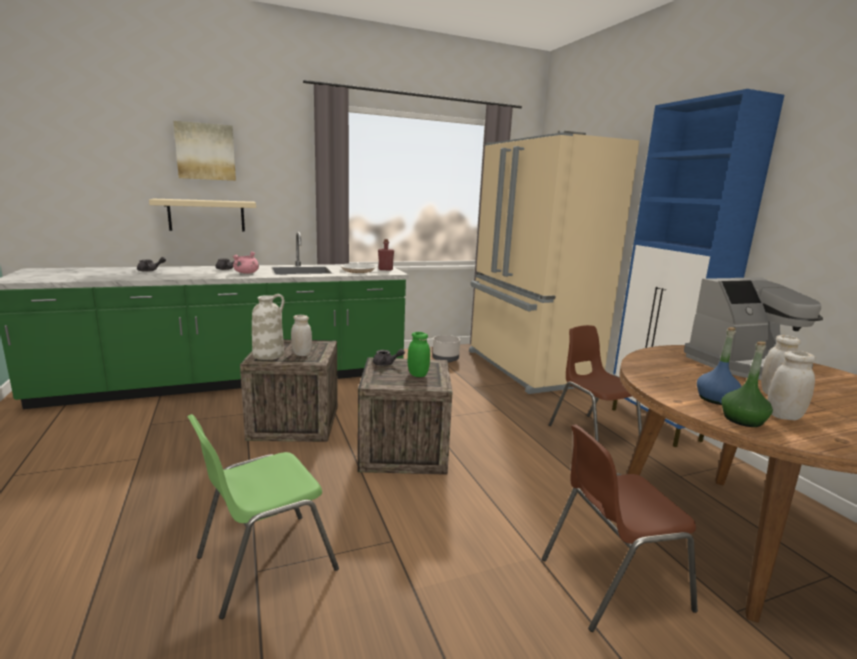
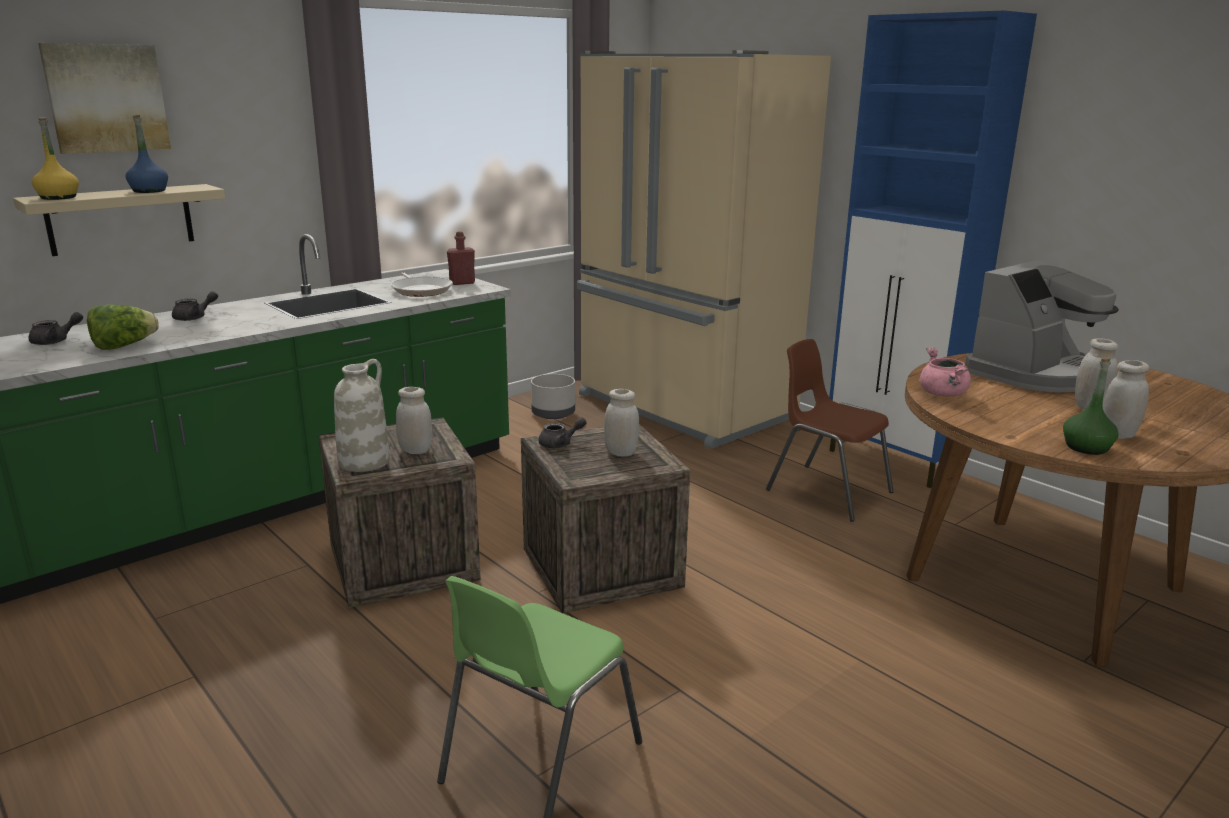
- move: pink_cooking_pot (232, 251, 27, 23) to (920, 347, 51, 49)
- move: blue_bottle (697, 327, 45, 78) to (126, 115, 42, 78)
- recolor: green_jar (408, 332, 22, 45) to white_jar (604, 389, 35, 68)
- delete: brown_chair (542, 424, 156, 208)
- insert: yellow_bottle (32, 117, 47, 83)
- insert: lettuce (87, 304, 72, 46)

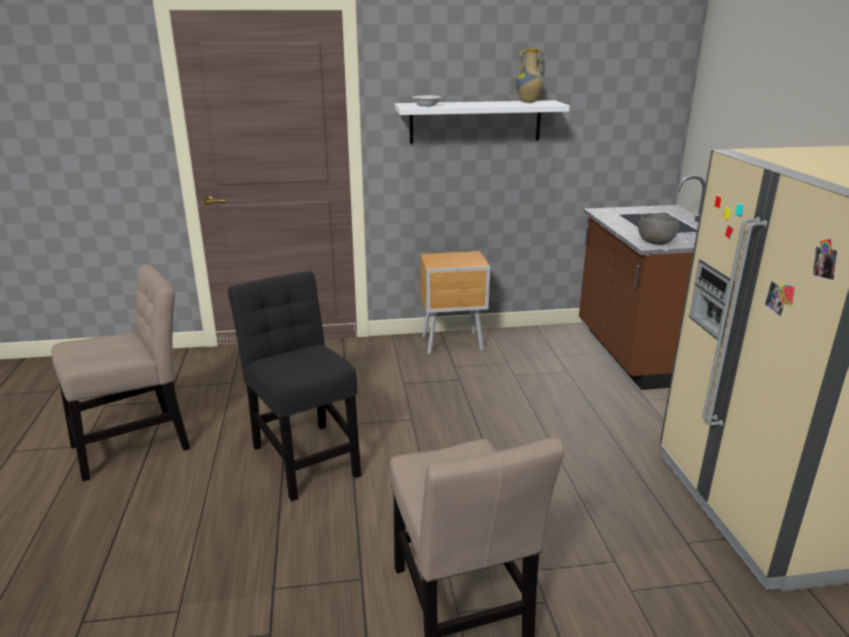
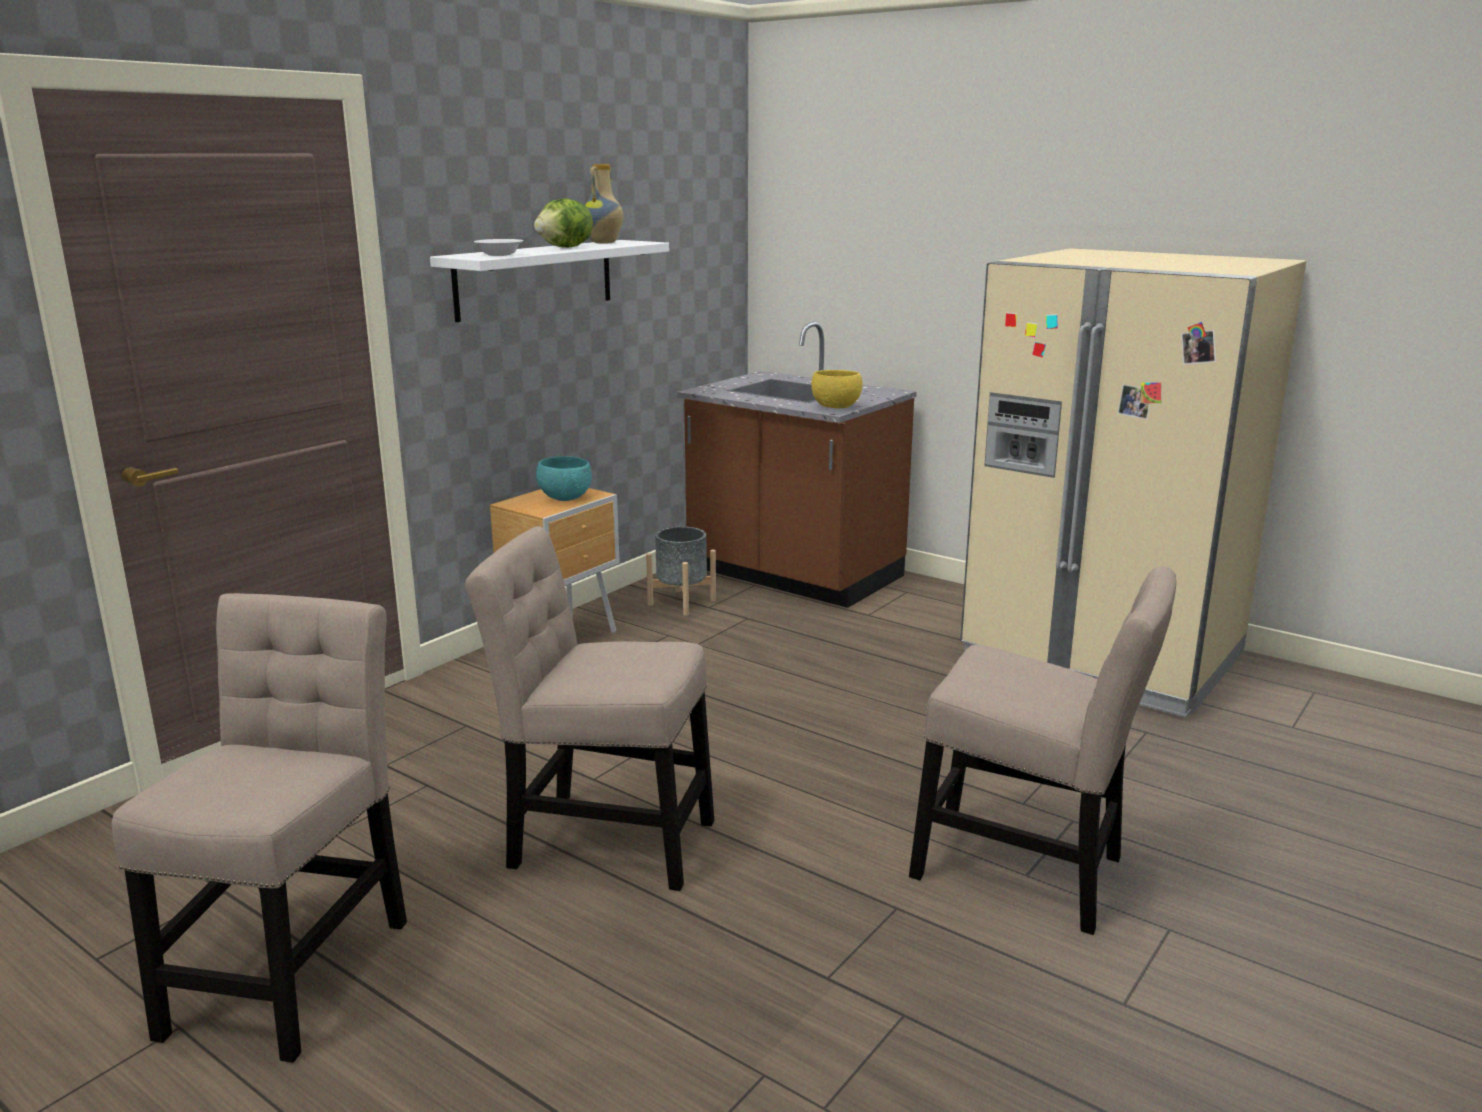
- recolor: grey_bowl (638, 213, 41, 32) to yellow_bowl (811, 370, 52, 38)
- recolor: black_chair (228, 271, 133, 230) to beige_chair (465, 526, 249, 365)
- insert: lettuce (534, 198, 59, 50)
- insert: turquoise_bowl (536, 456, 56, 45)
- insert: grey_planter (646, 527, 70, 89)

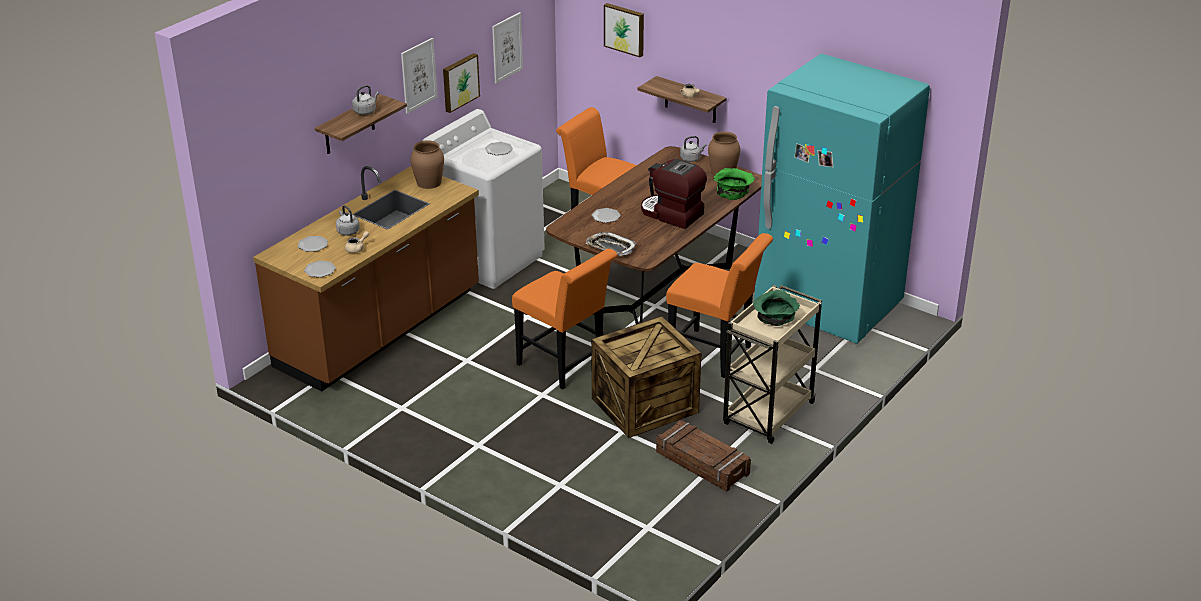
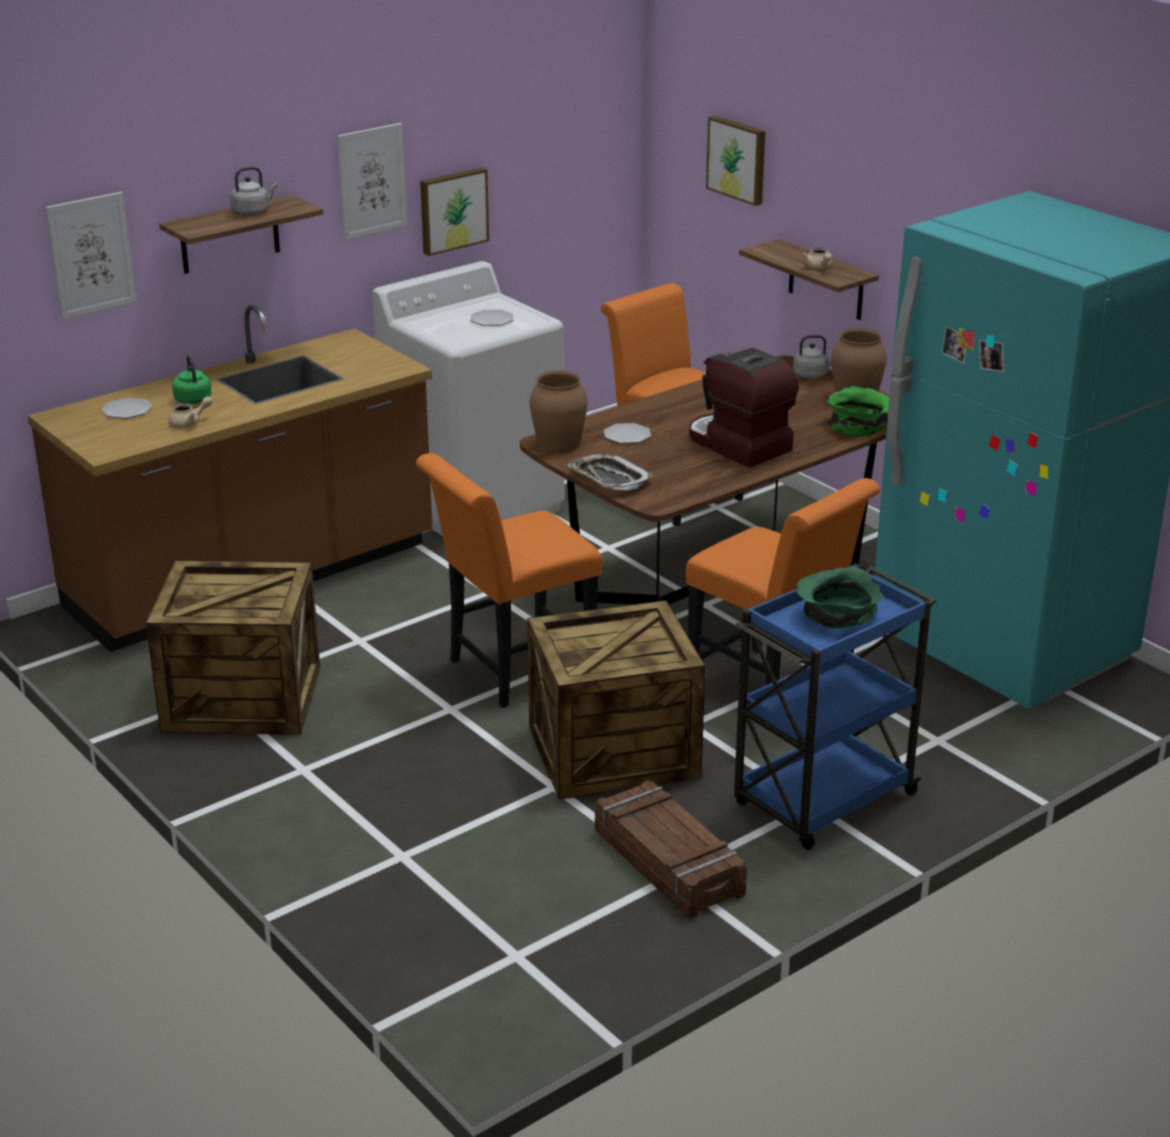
- move: picture (492, 12, 31, 72) to (45, 192, 91, 128)
- move: brown_vase (411, 140, 33, 49) to (530, 371, 58, 82)
- recolor: grey_kettle (336, 205, 24, 31) to green_kettle (172, 354, 40, 50)
- rotate: orange_chair (512, 249, 105, 140) = (416, 453, 187, 255) 90 degrees clockwise
- delete: plate (304, 261, 32, 17)
- recolor: beige_cart (723, 285, 99, 159) to blue_cart (734, 563, 202, 287)
- insert: crate (146, 560, 174, 175)

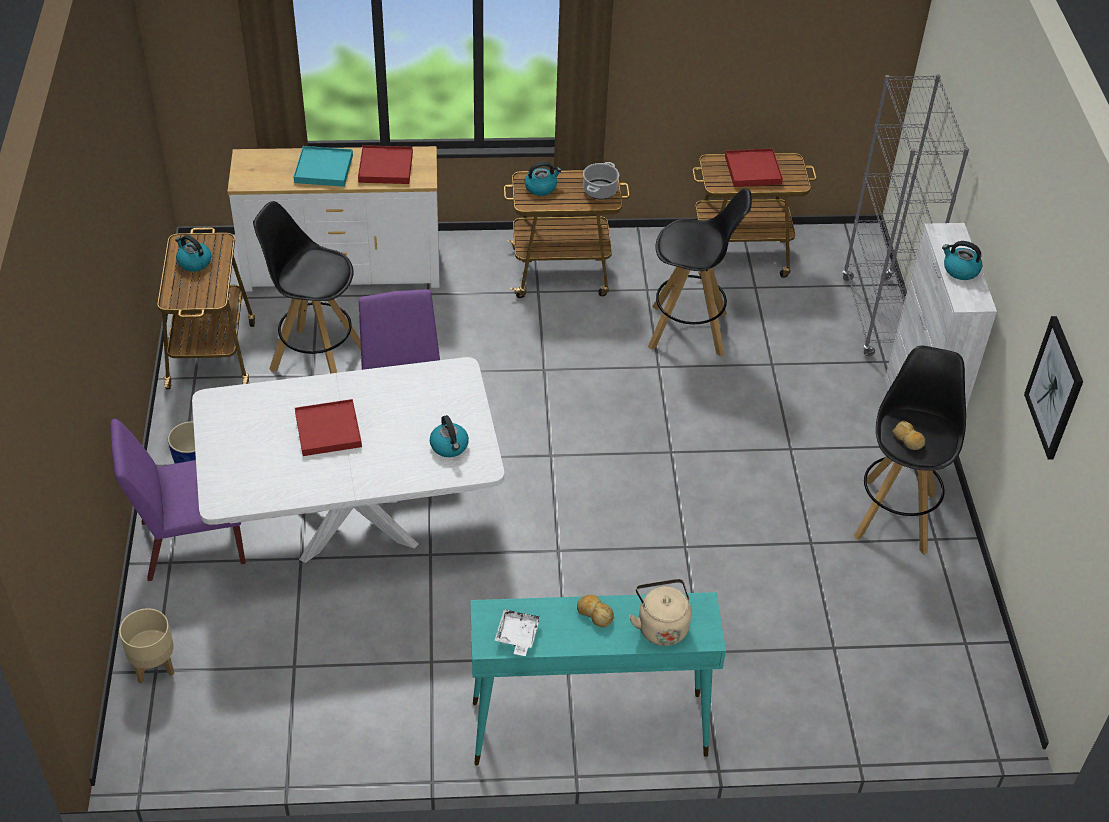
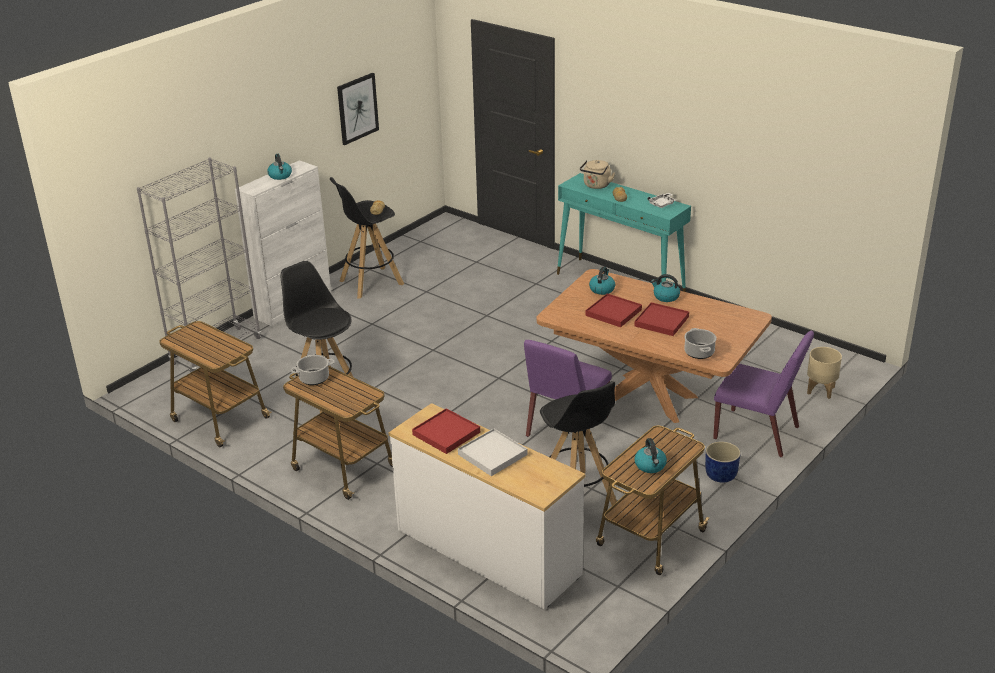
- recolor: turquoise_tray (294, 146, 59, 41) to white_tray (458, 428, 70, 48)
- move: red_tray (725, 148, 58, 39) to (585, 293, 57, 34)
- move: kettle (524, 162, 37, 34) to (651, 274, 29, 28)
- recolor: white_dining_table (192, 357, 312, 206) to brown_dining_table (537, 269, 235, 154)
- insert: cooking_pot (684, 328, 33, 31)

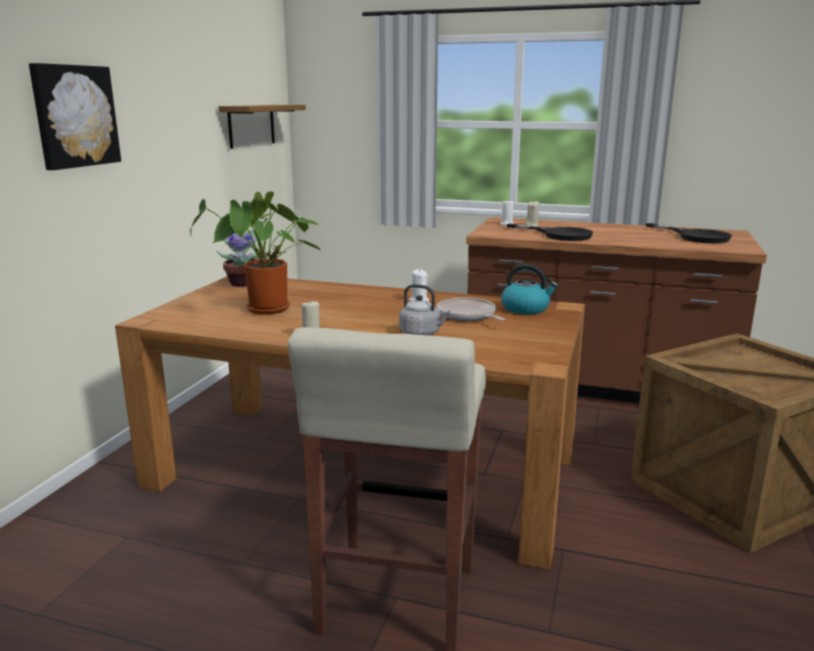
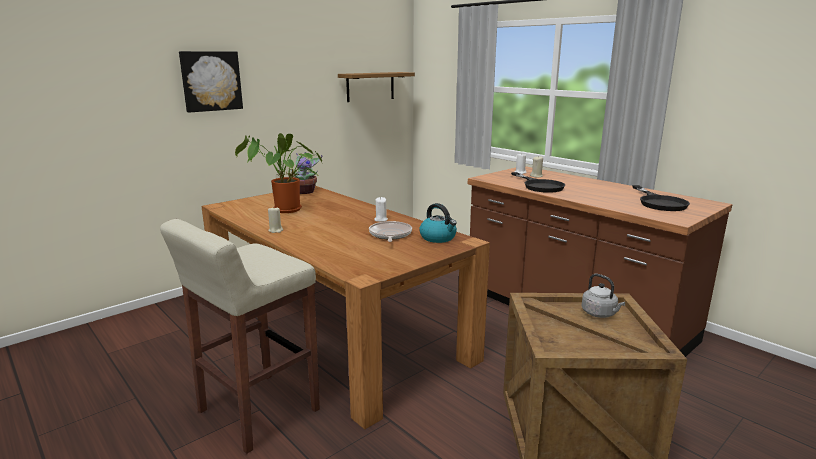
- move: grey_kettle (399, 284, 51, 51) to (581, 274, 44, 44)

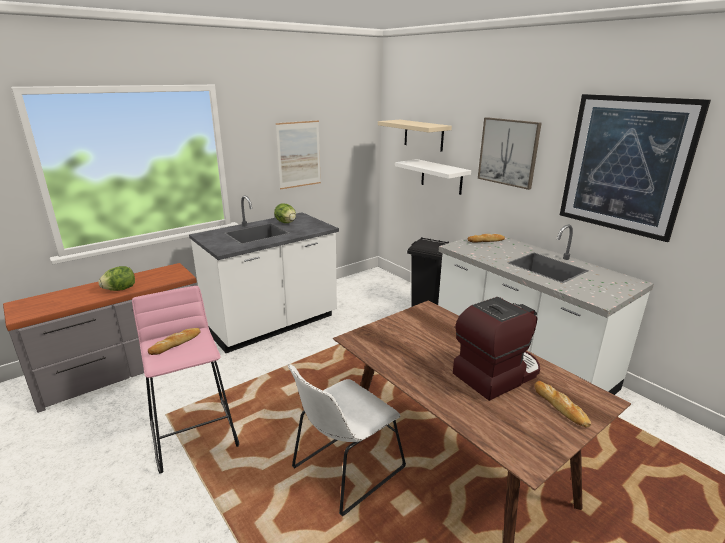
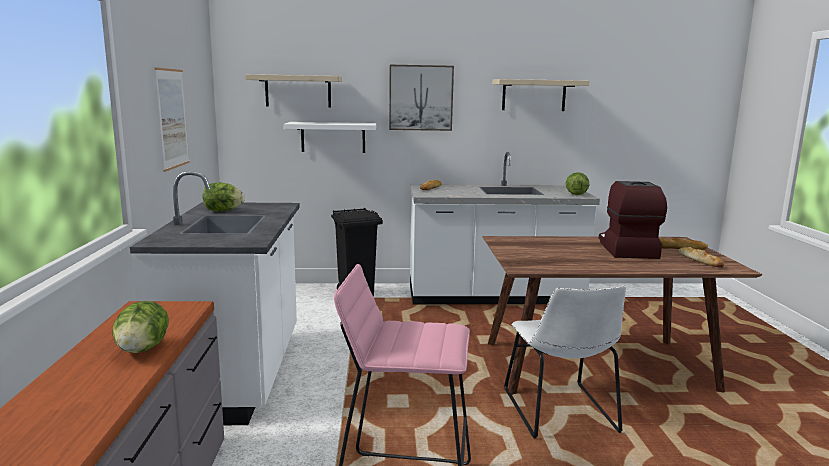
- replace: picture (560, 94, 151, 148) to beige_shelf (492, 79, 97, 32)
- move: bread (148, 328, 52, 27) to (678, 247, 46, 20)
- insert: lettuce (566, 172, 23, 23)

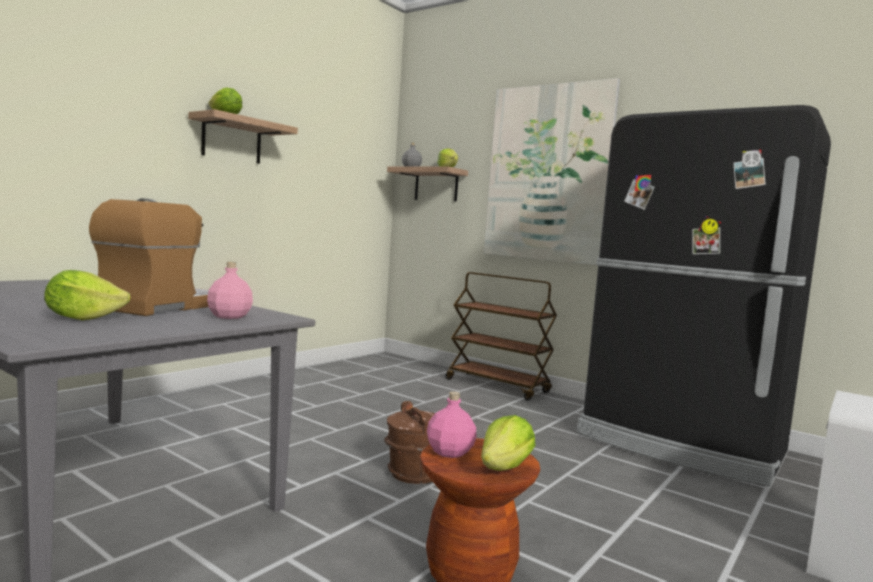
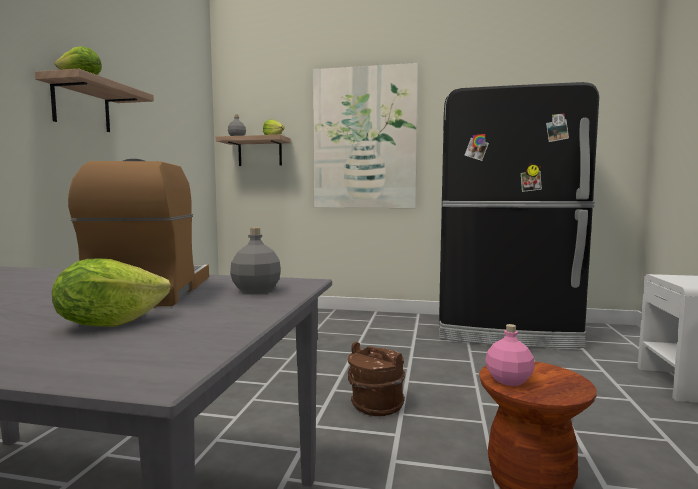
- recolor: pink_bottle (207, 262, 46, 57) to grey_bottle (230, 228, 51, 65)
- delete: brown_cart (445, 272, 112, 129)
- delete: lettuce (481, 415, 55, 56)

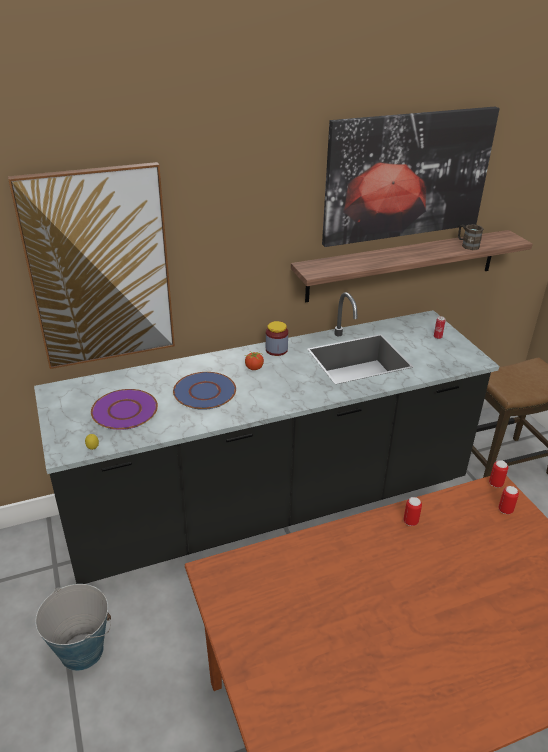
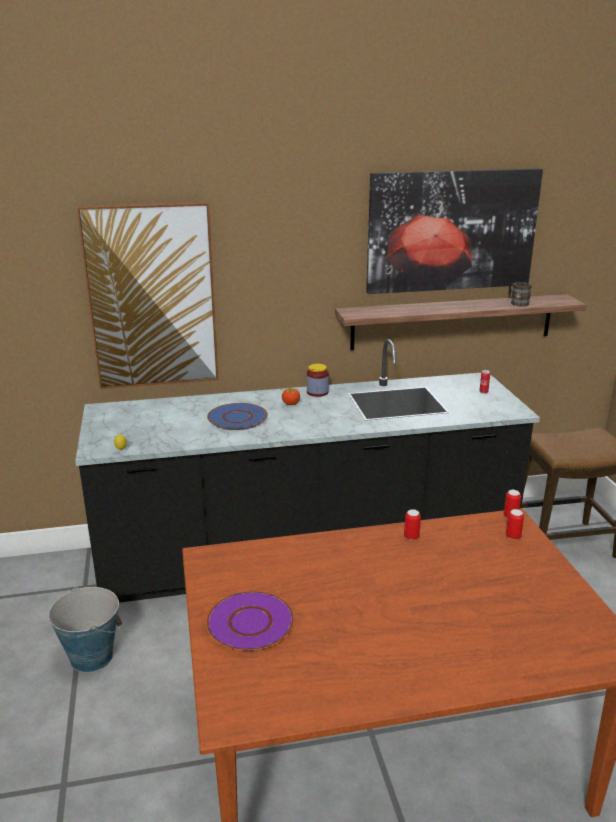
- move: purple_plate (91, 389, 67, 41) to (206, 591, 88, 60)

